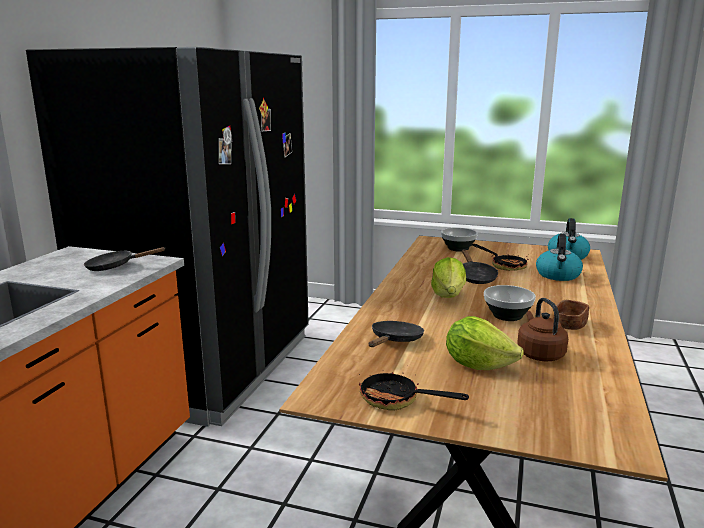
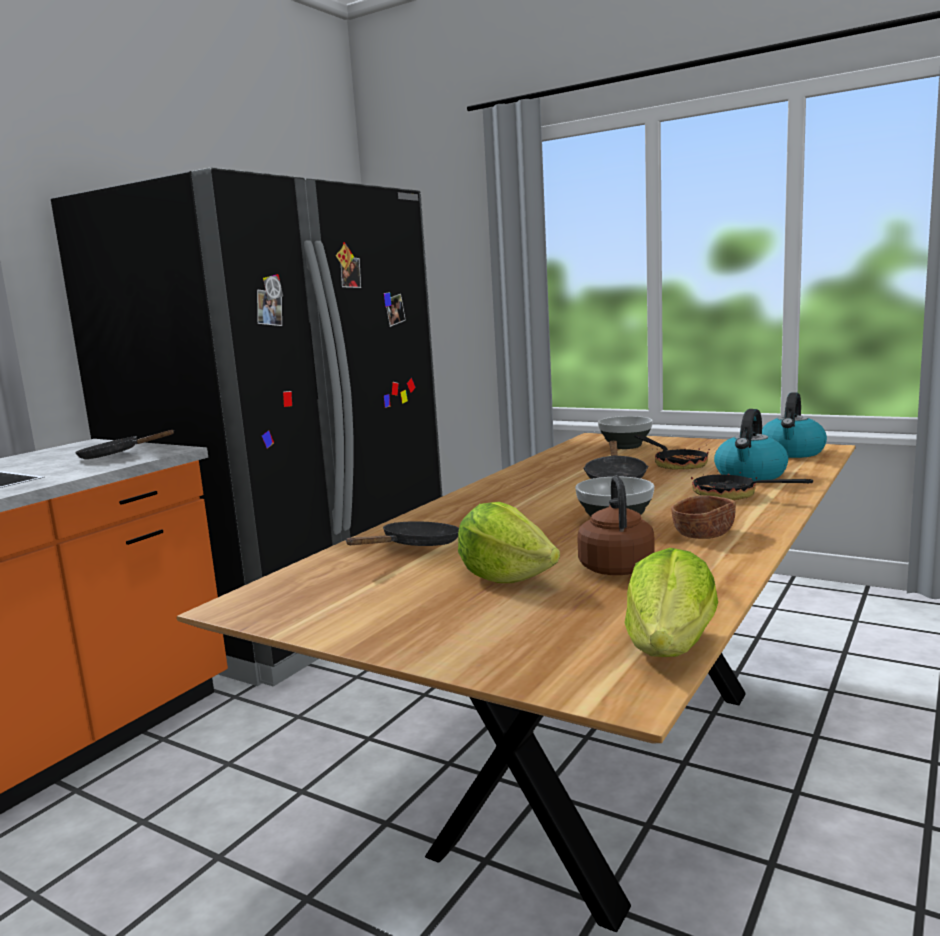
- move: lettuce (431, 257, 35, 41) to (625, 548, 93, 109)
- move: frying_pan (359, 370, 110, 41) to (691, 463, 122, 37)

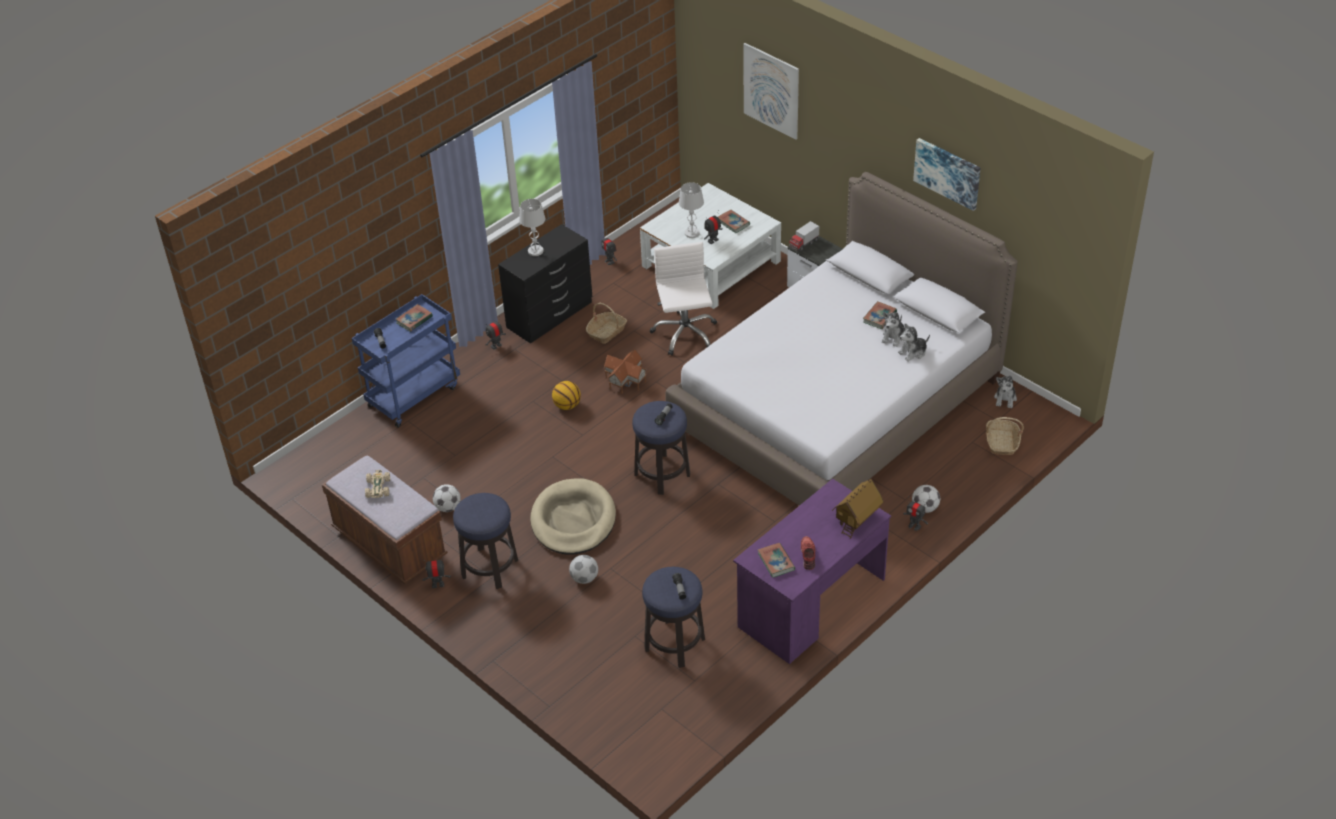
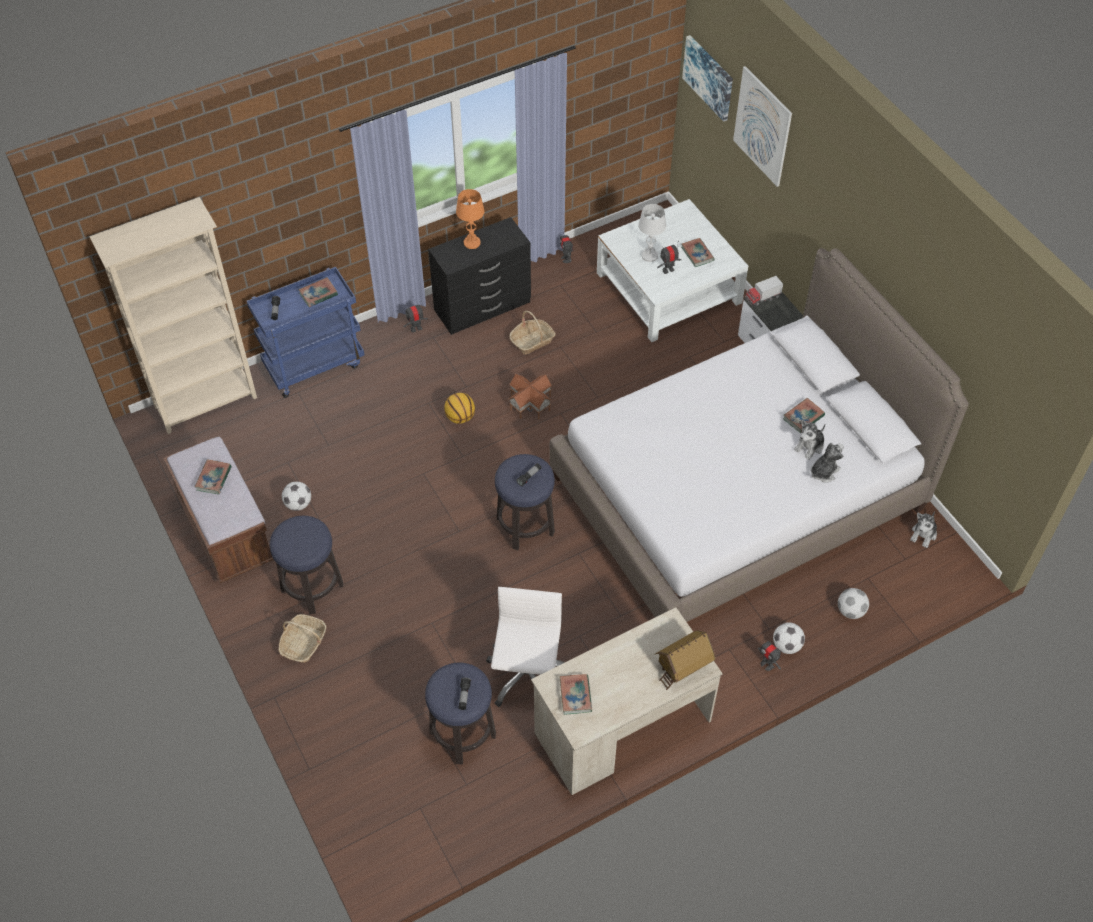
- move: picture (913, 138, 68, 73) to (682, 35, 51, 87)
- recolor: white_table_lamp (519, 199, 26, 57) to orange_table_lamp (456, 189, 29, 60)
- move: white_office_chair (650, 242, 67, 114) to (486, 587, 79, 120)
- rotate: plush_toy (898, 323, 32, 39) = (811, 443, 33, 40) 150 degrees clockwise
- move: basket (986, 417, 38, 38) to (278, 614, 48, 49)
- replace: beige_toy_car (365, 470, 25, 28) to book (195, 459, 37, 35)
- delete: beige_dog_bed (530, 478, 86, 77)
- recolor: purple_desk (733, 478, 158, 186) to beige_desk (531, 607, 192, 188)
- delete: red_shoe (801, 536, 15, 34)
- move: football (569, 555, 29, 29) to (838, 588, 31, 31)
- delete: toy_robot (422, 558, 29, 30)
- insert: beige_bookcase (89, 197, 168, 237)

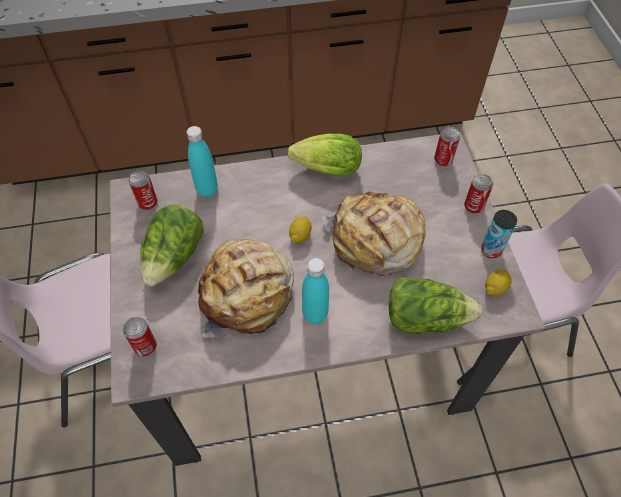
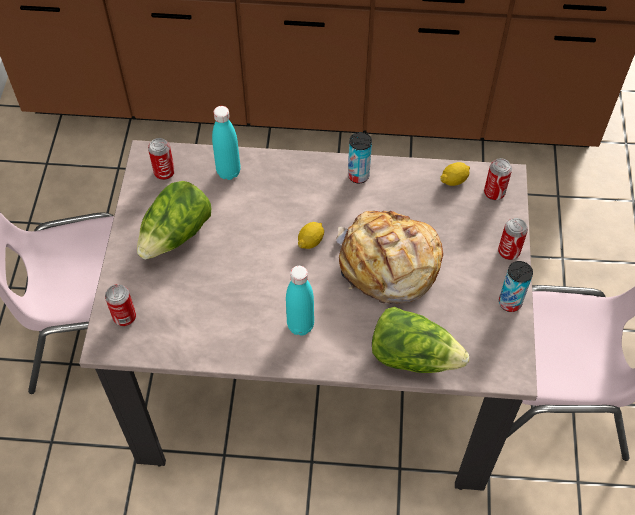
- replace: lettuce (287, 134, 75, 42) to can (348, 132, 24, 52)
- delete: bread (198, 239, 96, 101)
- move: lemon (485, 270, 27, 26) to (441, 162, 29, 24)

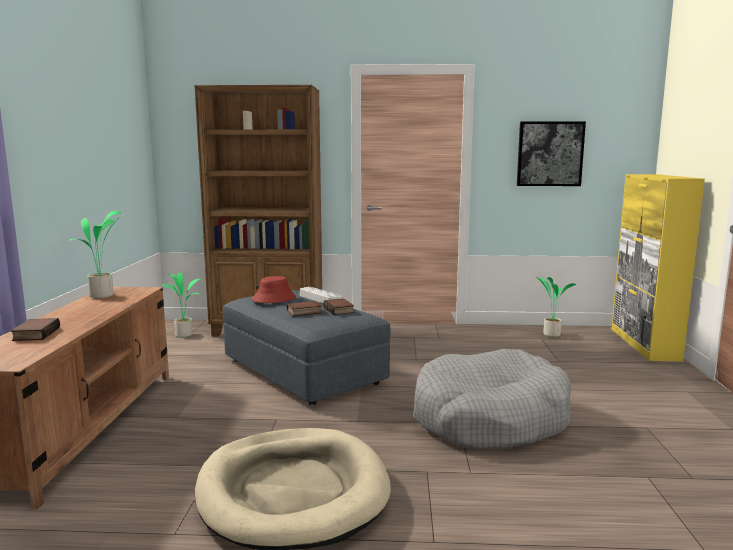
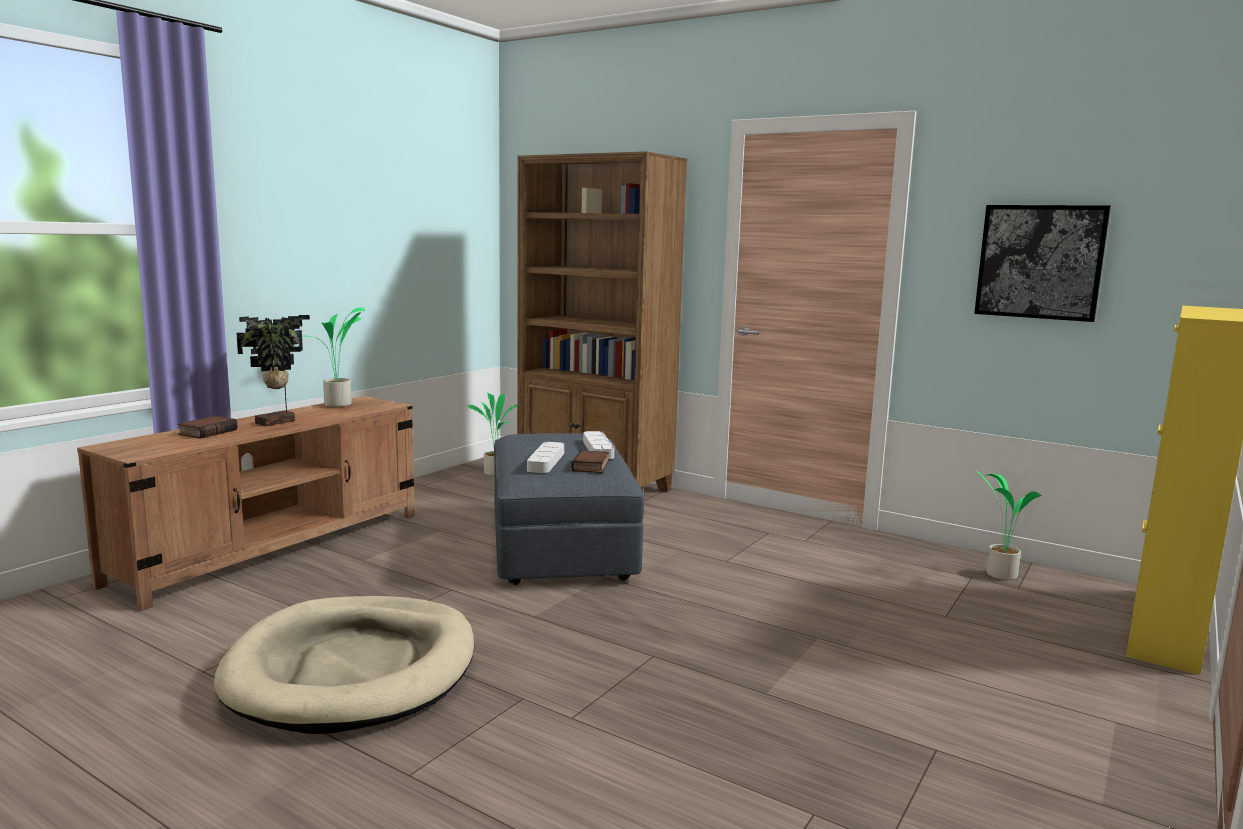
- delete: red_hat (252, 276, 44, 27)
- replace: book (287, 301, 35, 15) to grey_tray (527, 442, 37, 31)
- delete: grey_dog_bed (413, 349, 158, 100)
- insert: potted_plant (237, 315, 73, 111)

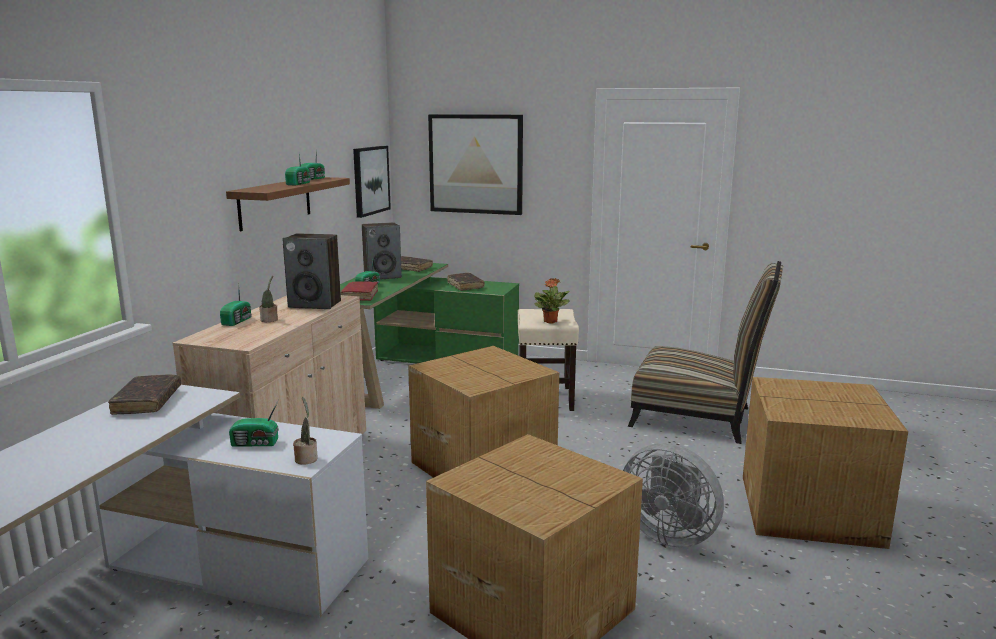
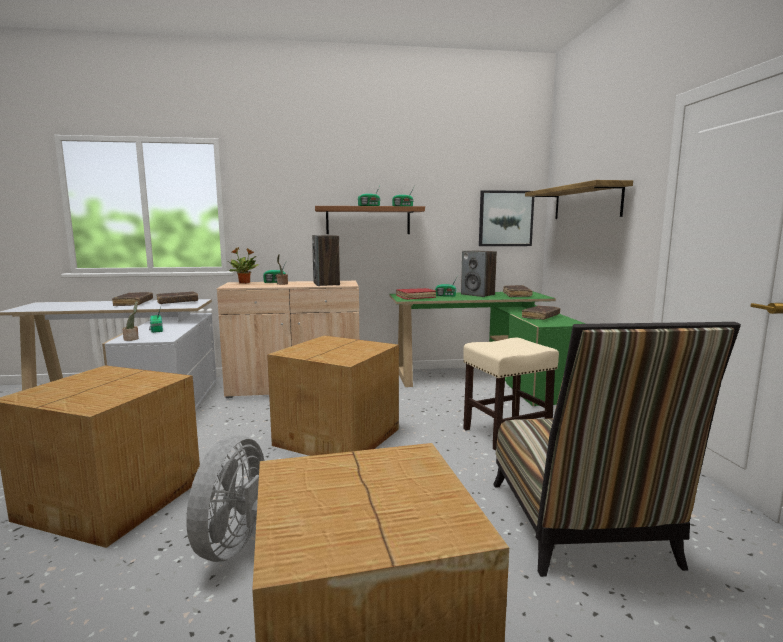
- replace: picture (428, 114, 95, 101) to shelf (525, 180, 108, 39)
- move: potted_plant (534, 278, 36, 45) to (229, 247, 31, 37)
- insert: brown_book (112, 292, 41, 14)

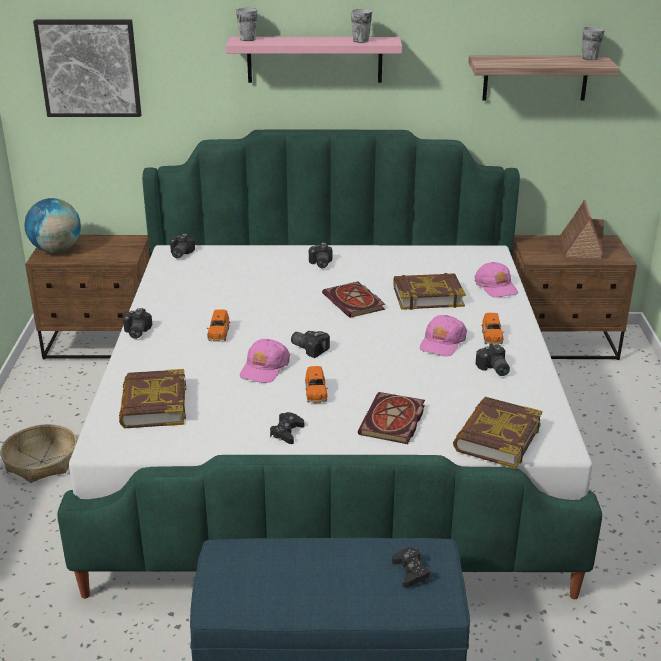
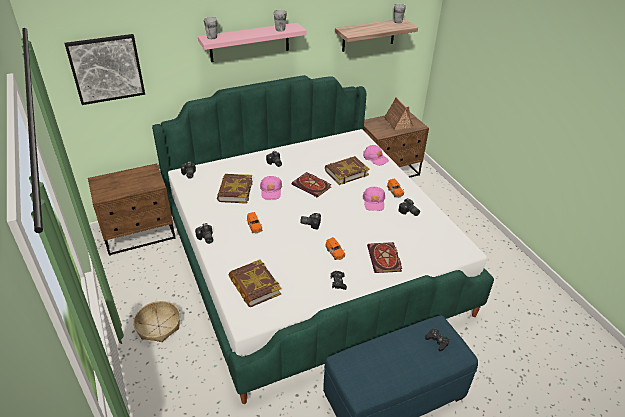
- delete: globe (25, 198, 56, 55)
- move: pink_cap (240, 339, 50, 44) to (260, 176, 22, 23)
- move: book (453, 397, 89, 72) to (217, 174, 35, 30)

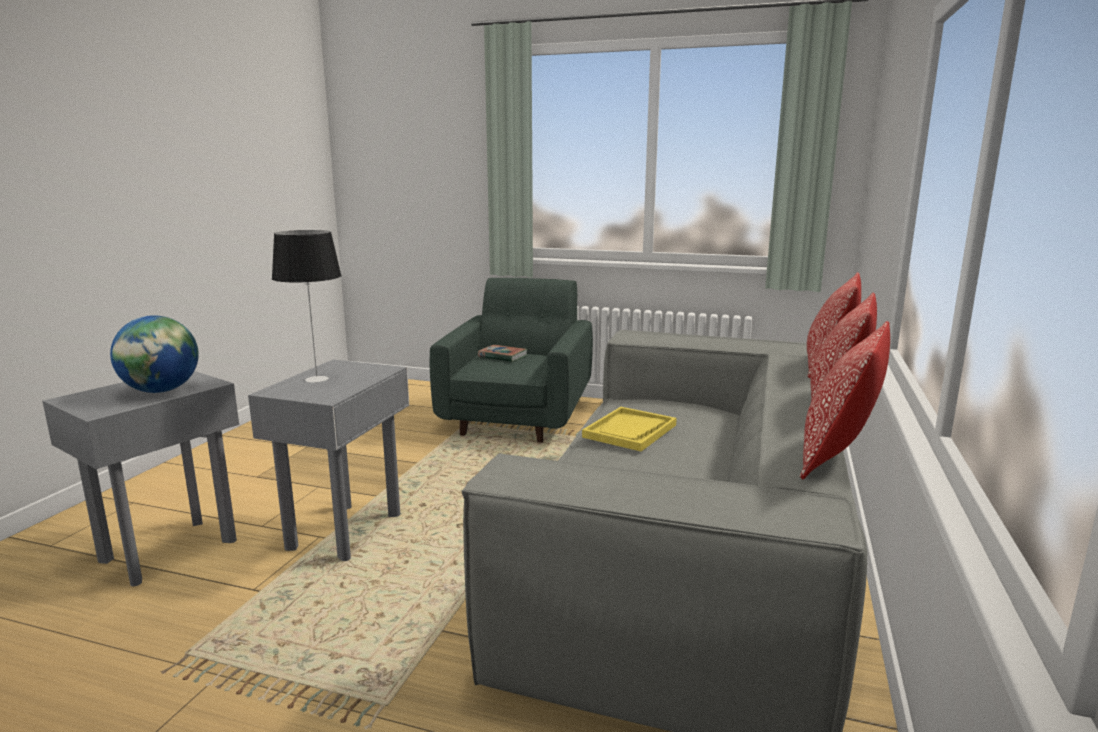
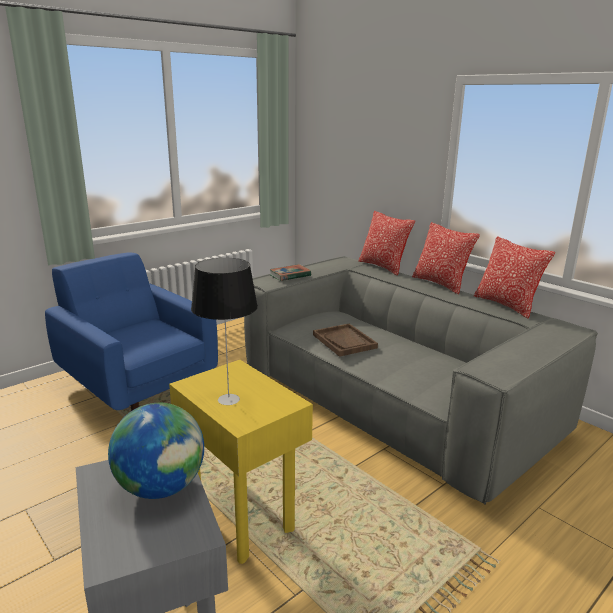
- recolor: green_armchair (430, 278, 163, 165) to blue_armchair (45, 252, 173, 159)
- move: book (478, 345, 49, 17) to (269, 264, 42, 17)
- recolor: grey_side_table (248, 359, 161, 202) to yellow_side_table (169, 360, 144, 204)
- recolor: yellow_tray (582, 407, 95, 44) to brown_tray (313, 324, 65, 33)

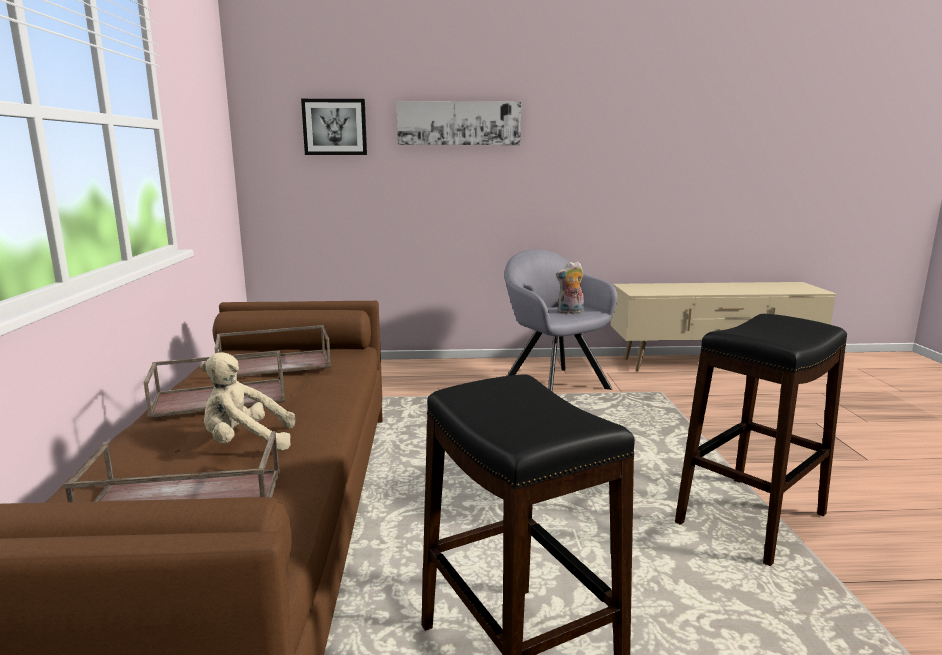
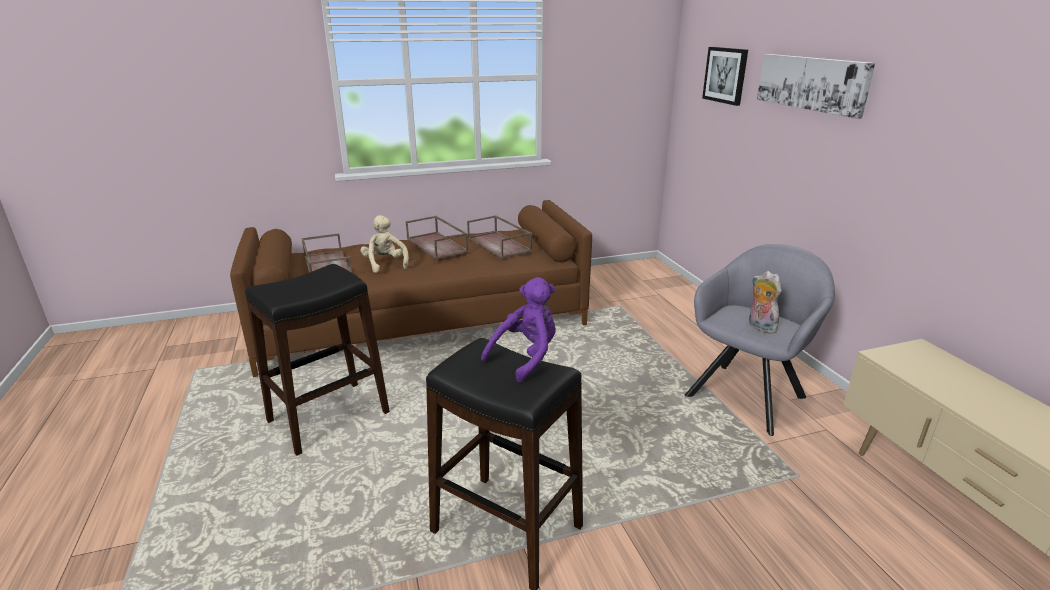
- insert: purple_plush_toy (481, 277, 75, 106)

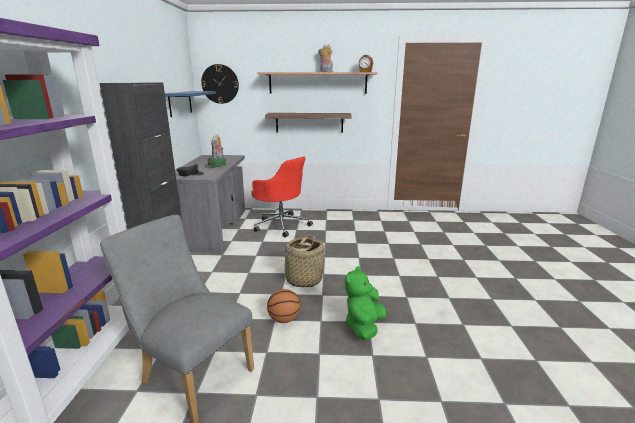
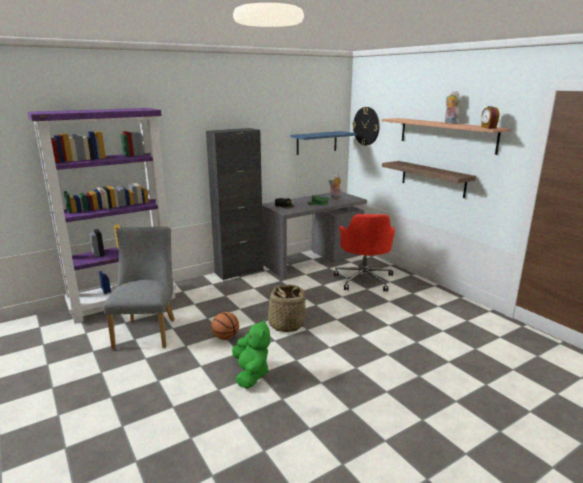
- rotate: green_plush_toy (345, 266, 42, 75) = (232, 319, 38, 70) 90 degrees clockwise

